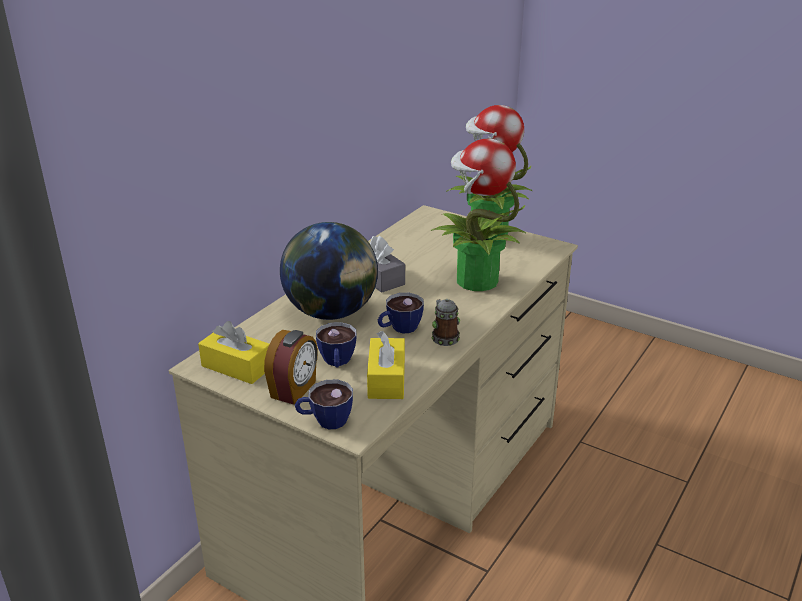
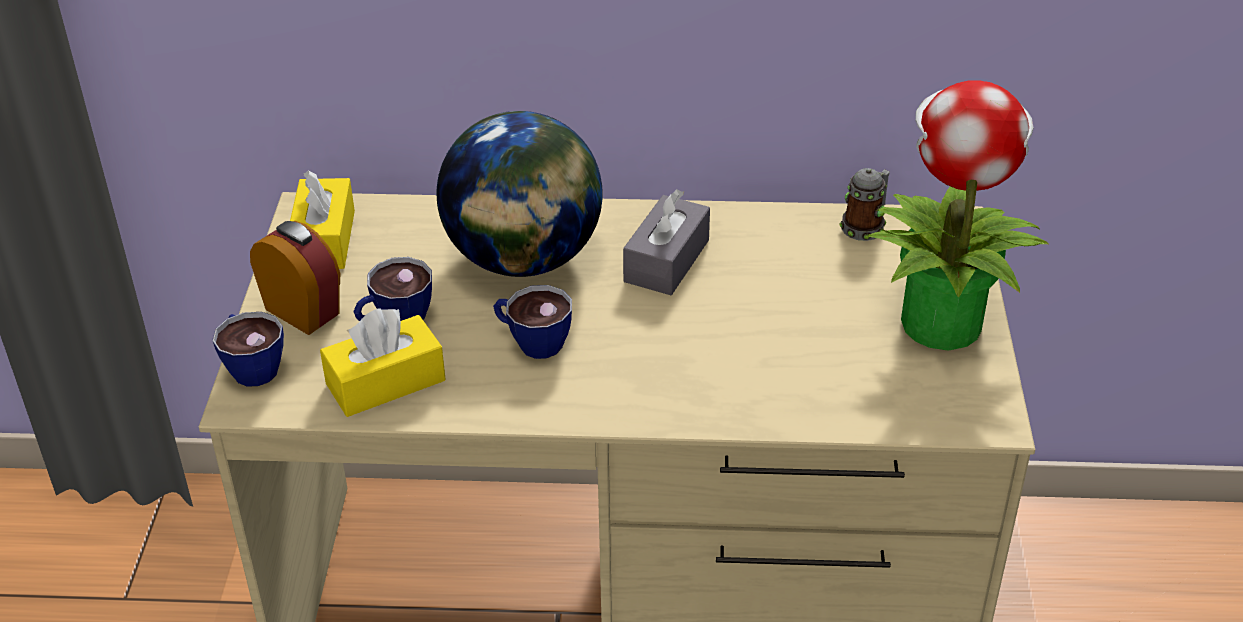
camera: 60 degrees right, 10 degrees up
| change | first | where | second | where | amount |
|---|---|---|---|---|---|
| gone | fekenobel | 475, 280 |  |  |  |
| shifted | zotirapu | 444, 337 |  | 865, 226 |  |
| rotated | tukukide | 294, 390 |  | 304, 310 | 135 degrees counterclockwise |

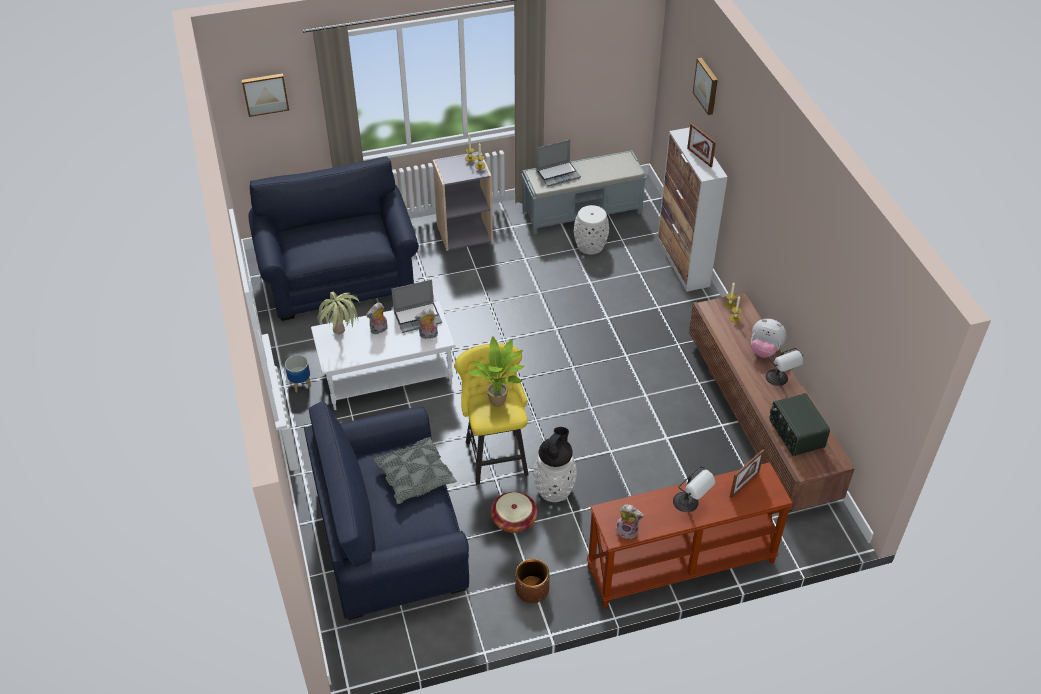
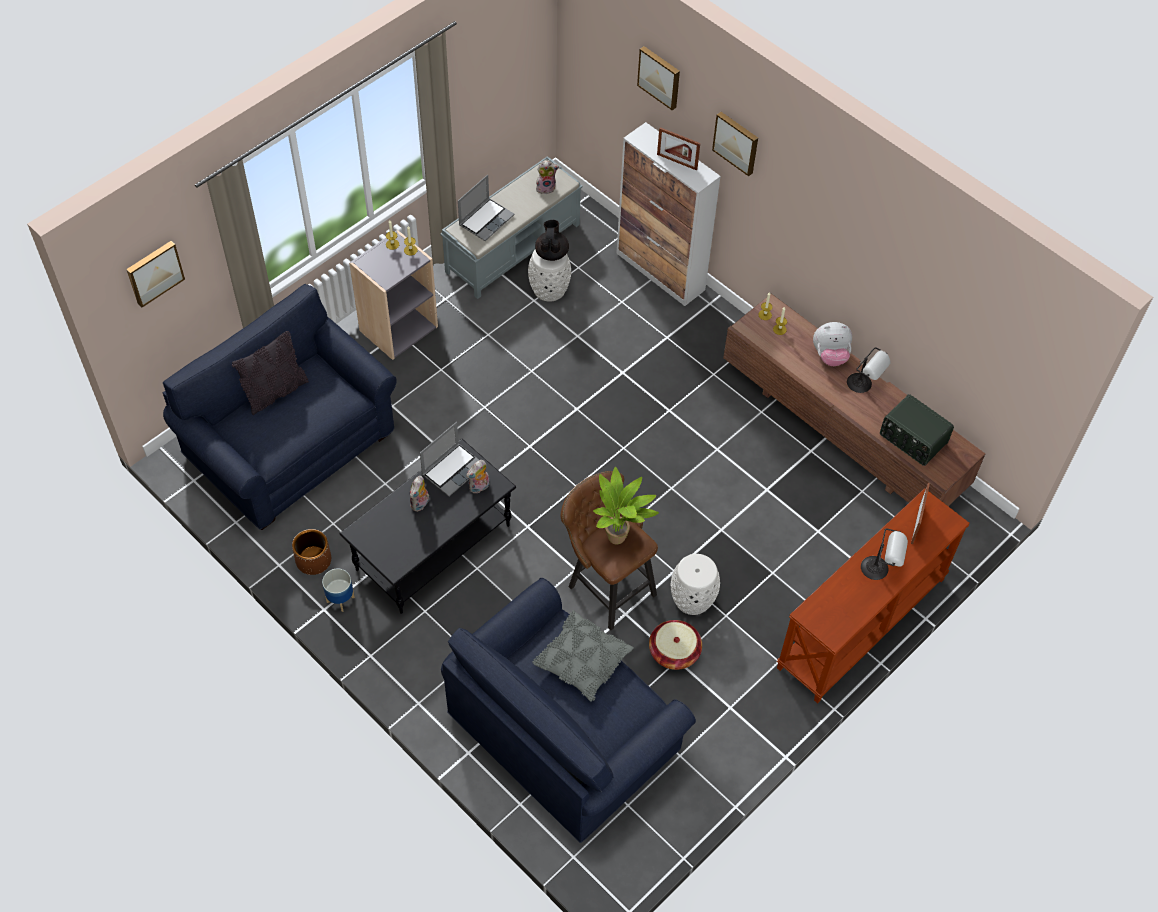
camera: 30 degrees left, 10 degrees up
| change | first | where | second | where | amount |
|---|---|---|---|---|---|
| gone | fekenobel | 342, 341 |  |  |  |
| new |  |  | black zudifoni | 275, 392 |  |
| new |  |  | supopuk | 736, 142 |  |
| shifted | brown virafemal | 532, 589 |  | 313, 560 |  |
| shifted | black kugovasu | 555, 458 |  | 551, 253 |  |
| shifted | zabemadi | 628, 531 |  | 546, 187 |  |
| repainted | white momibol | 388, 376 | black momibol | 433, 546 |  |
| repainted | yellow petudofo | 495, 451 | brown petudofo | 605, 583 |  |

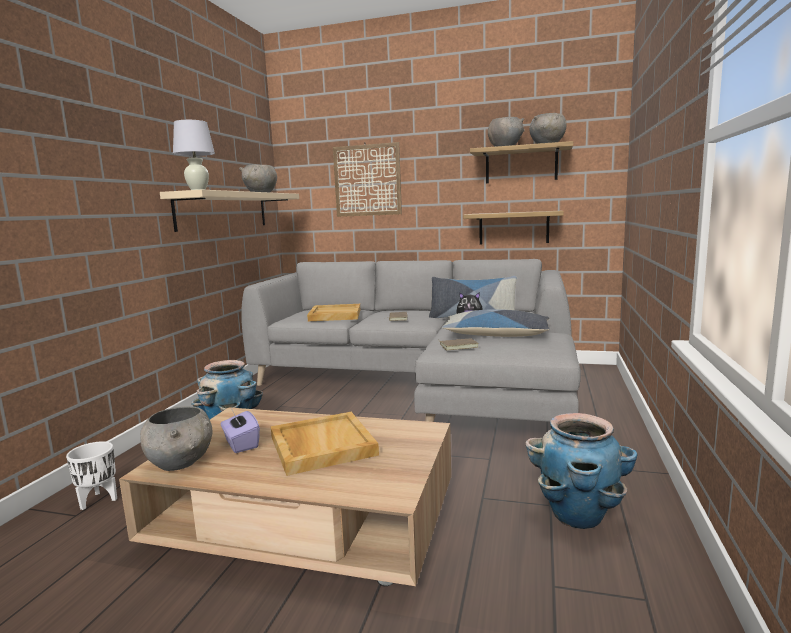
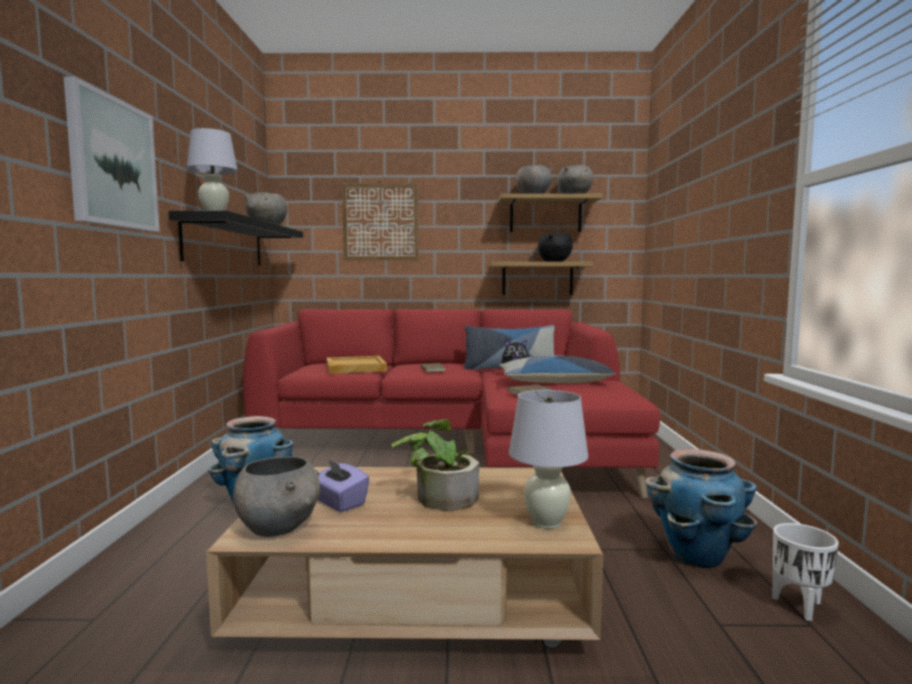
camera: 15 degrees left, 5 degrees down
| change | first | where | second | where | amount |
|---|---|---|---|---|---|
| new |  |  | supopuk | 112, 163 |  |
| new |  |  | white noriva | 546, 522 |  |
| new |  |  | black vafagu | 555, 261 |  |
| shifted | white virafemal | 99, 500 |  | 800, 606 |  |
| swapped | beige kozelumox | 321, 445 | fekenobel | 439, 497 |  |
| repainted | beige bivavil | 223, 211 | black bivavil | 225, 243 |  |
| repainted | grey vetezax | 424, 383 | red vetezax | 457, 443 |  |

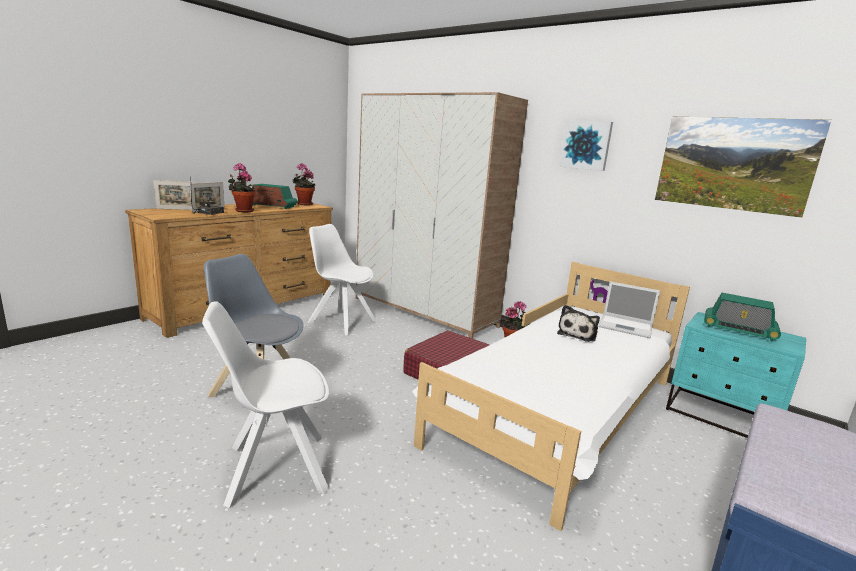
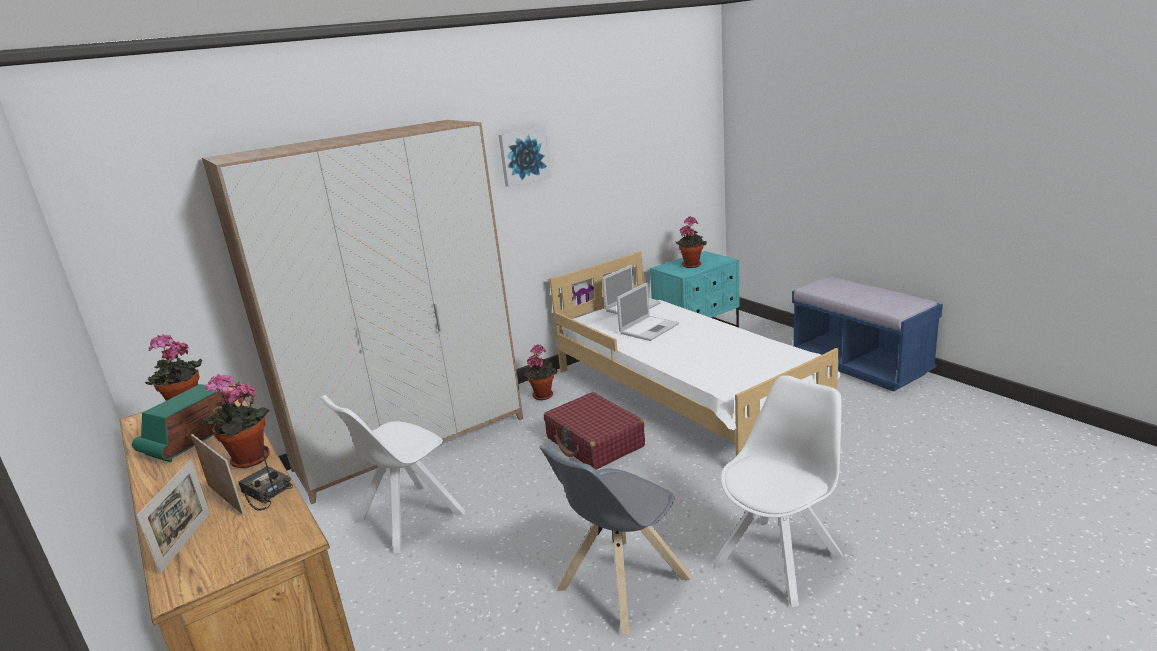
camera: 70 degrees left, 5 degrees up
| change | first | where | second | where | amount |
|---|---|---|---|---|---|
| gone | supopuk | 727, 186 |  |  |  |
| swapped | zabemadi | 578, 334 | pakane | 649, 328 |  |
| swapped | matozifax | 738, 330 | fekenobel | 691, 264 |  |
| rotated | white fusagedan | 274, 469 |  | 780, 558 | 135 degrees counterclockwise |

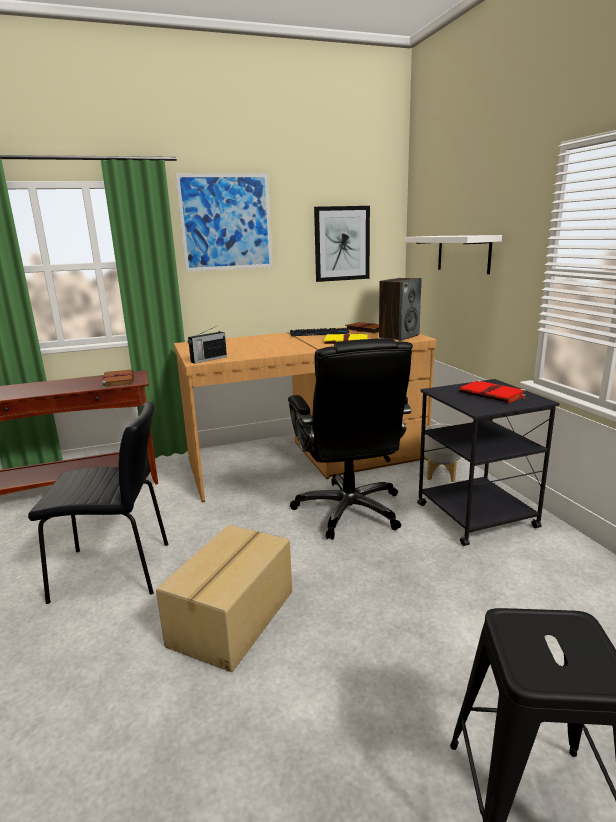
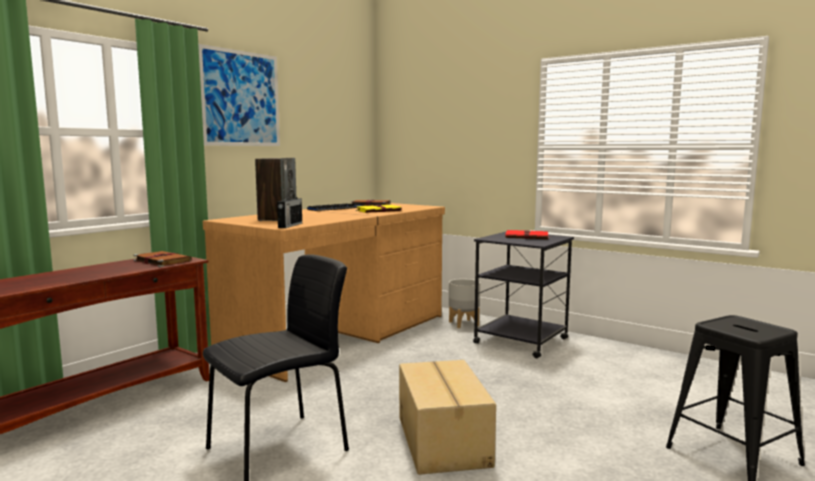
camera: 35 degrees left, 10 degrees down
| change | first | where | second | where | amount |
|---|---|---|---|---|---|
| gone | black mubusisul | 349, 509 |  |  |  |
| gone | supopuk | 342, 244 |  |  |  |
| gone | white bivavil | 463, 253 |  |  |  |
| shifted | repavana | 399, 336 |  | 277, 219 |  |

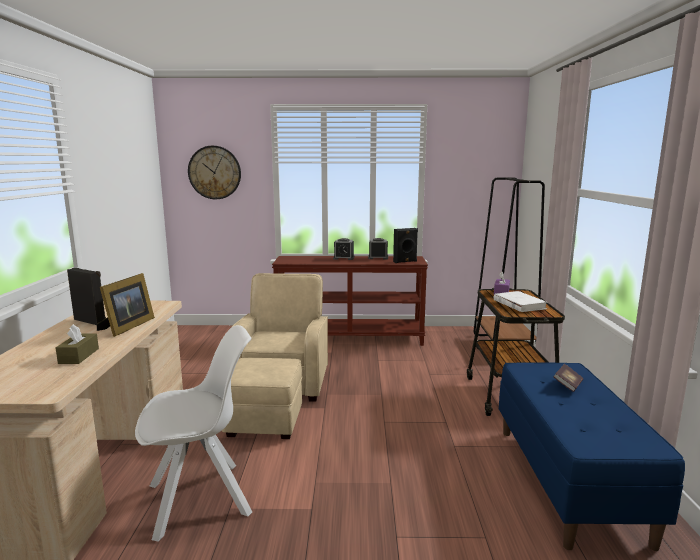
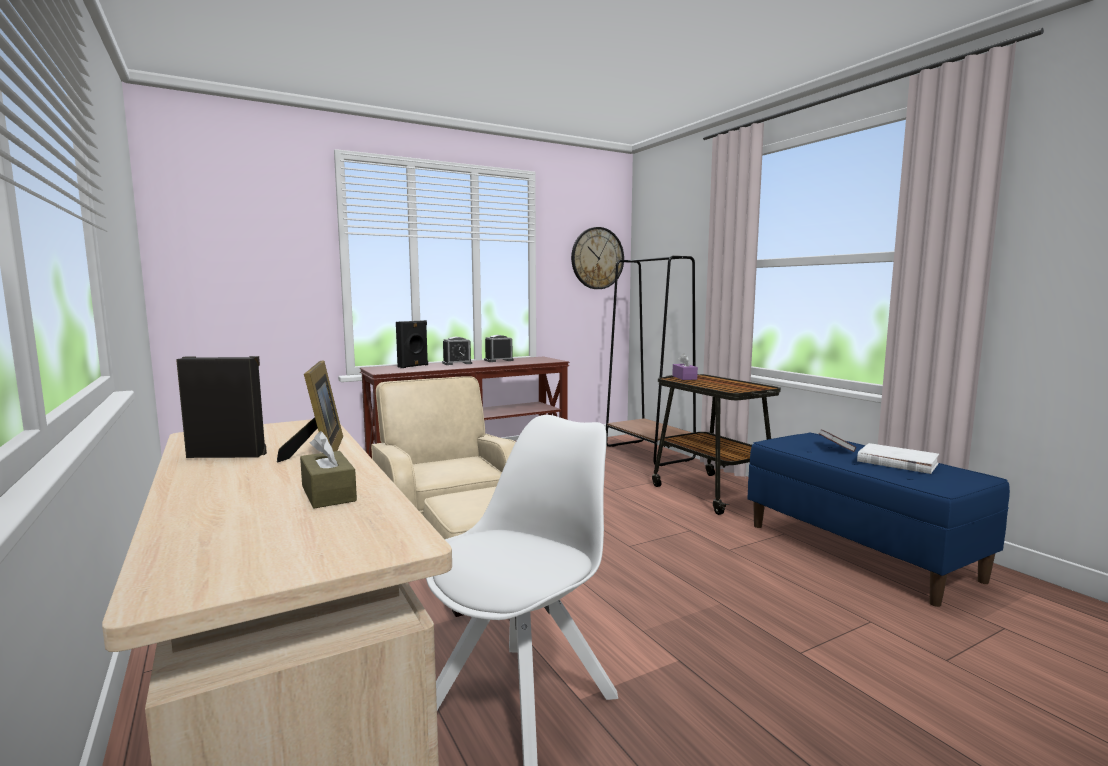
camera: 30 degrees left, 5 degrees down
| change | first | where | second | where | amount |
|---|---|---|---|---|---|
| shifted | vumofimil | 214, 172 |  | 597, 258 |  |
| shifted | black repavana | 405, 261 |  | 413, 366 |  |
| shifted | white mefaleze | 519, 304 |  | 896, 462 |  |

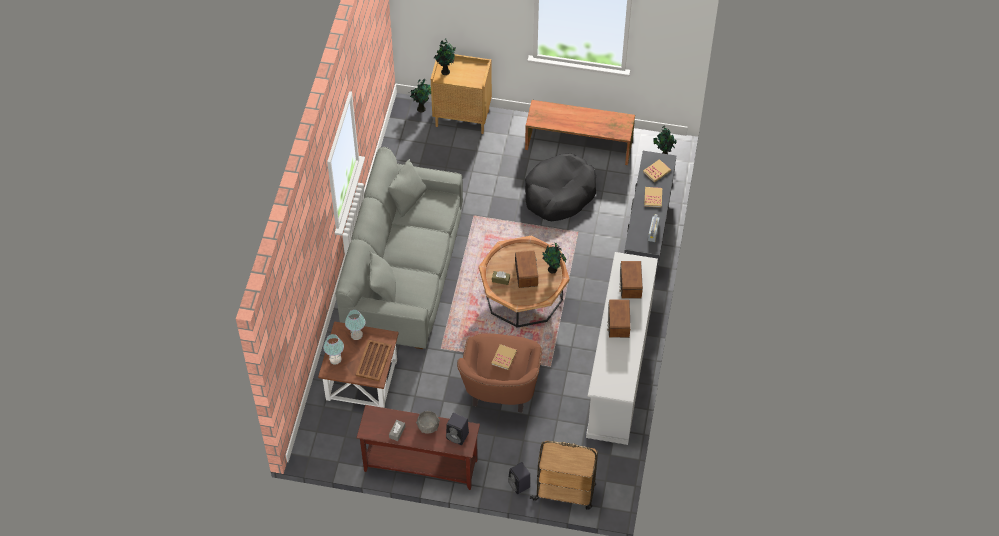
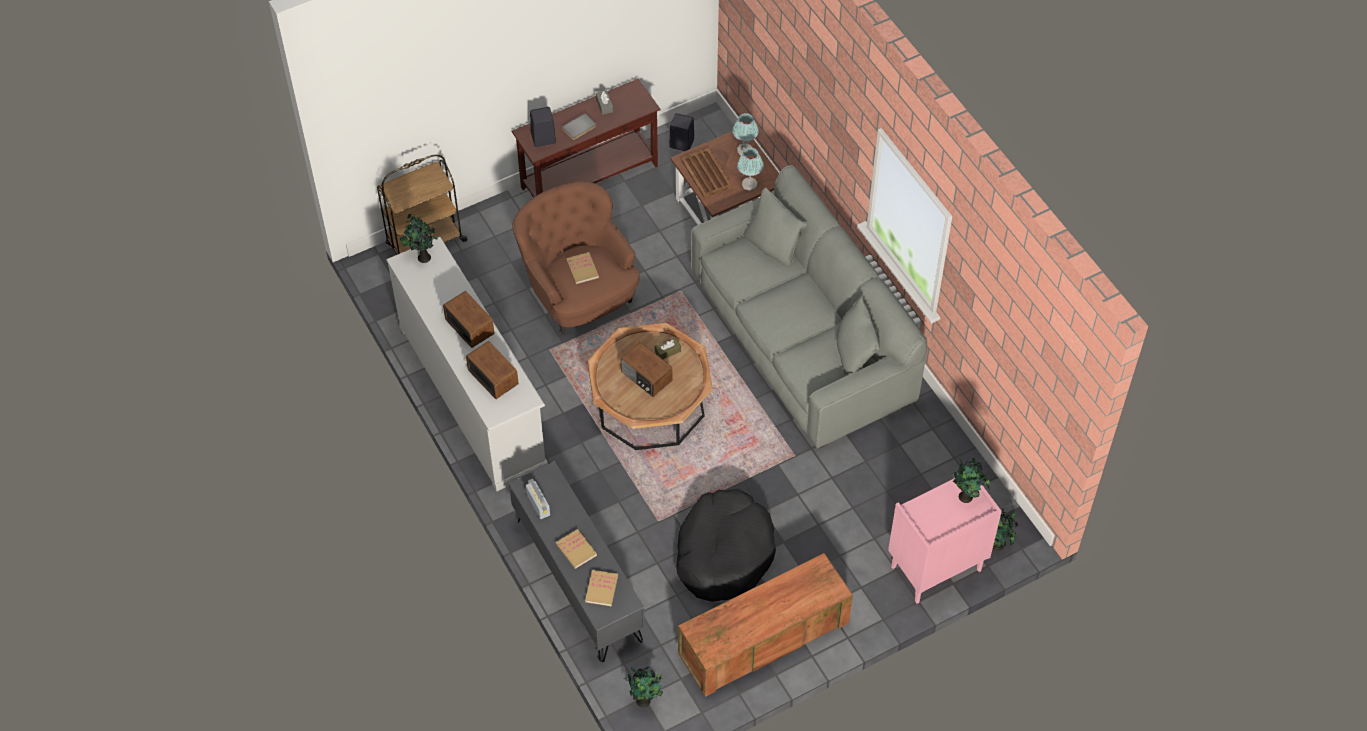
camera: 140 degrees right, 0 degrees up
| change | first | where | second | where | amount |
|---|---|---|---|---|---|
| shifted | black repavana | 519, 485 |  | 680, 143 |  |
| shifted | fekenobel | 553, 270 |  | 423, 257 |  |
| swapped | grey vafagu | 428, 426 | grey mefaleze | 580, 128 |  |
| repainted | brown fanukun | 462, 118 | pink fanukun | 935, 568 |  |

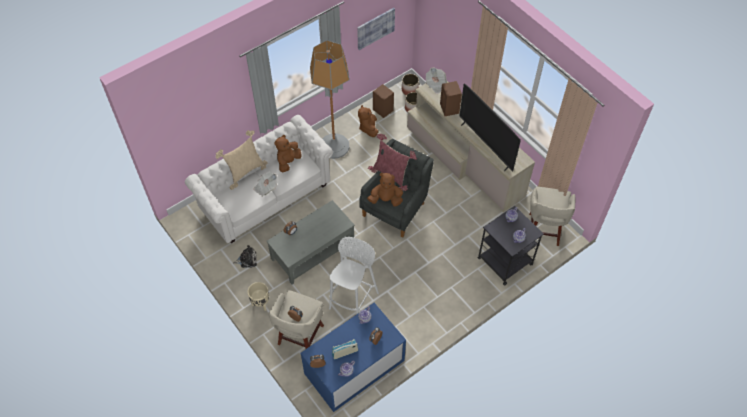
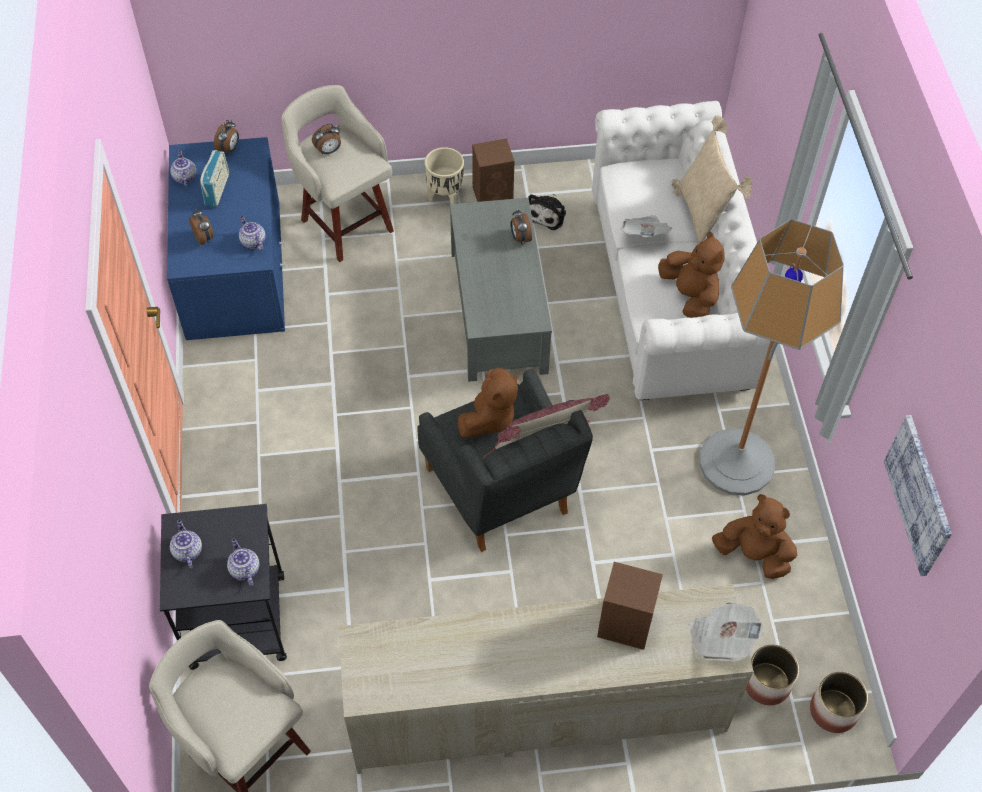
camera: 120 degrees right, 0 degrees up
| change | first | where | second | where | amount |
|---|---|---|---|---|---|
| gone | white petudofo | 352, 298 |  |  |  |
| gone | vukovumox | 486, 145 |  |  |  |
| shifted | brown repavana | 382, 109 |  | 493, 195 |  |

